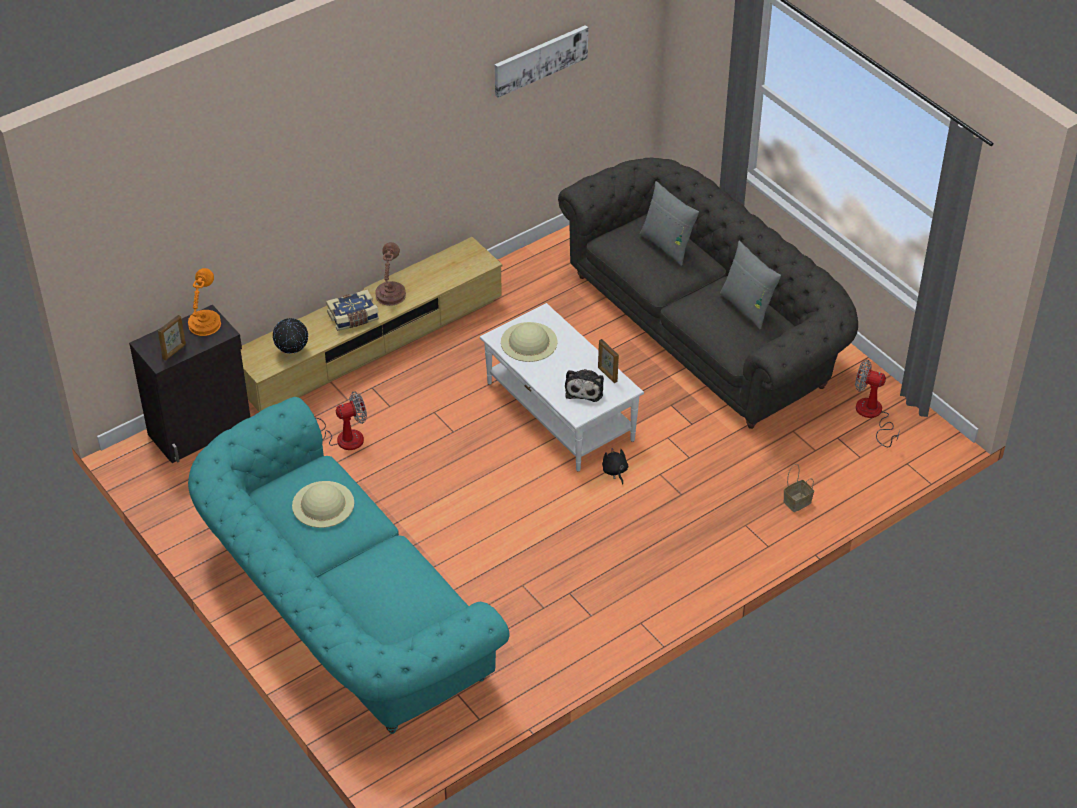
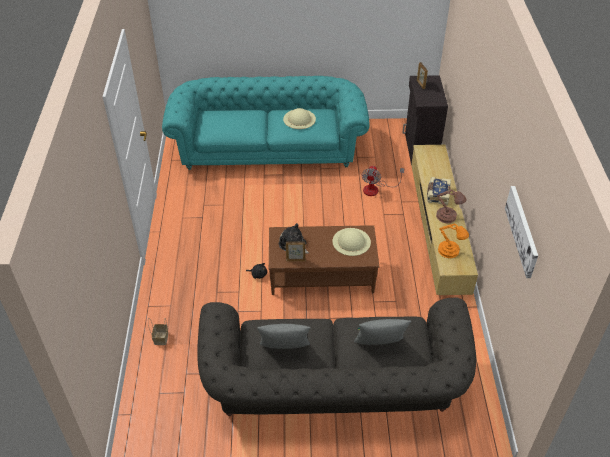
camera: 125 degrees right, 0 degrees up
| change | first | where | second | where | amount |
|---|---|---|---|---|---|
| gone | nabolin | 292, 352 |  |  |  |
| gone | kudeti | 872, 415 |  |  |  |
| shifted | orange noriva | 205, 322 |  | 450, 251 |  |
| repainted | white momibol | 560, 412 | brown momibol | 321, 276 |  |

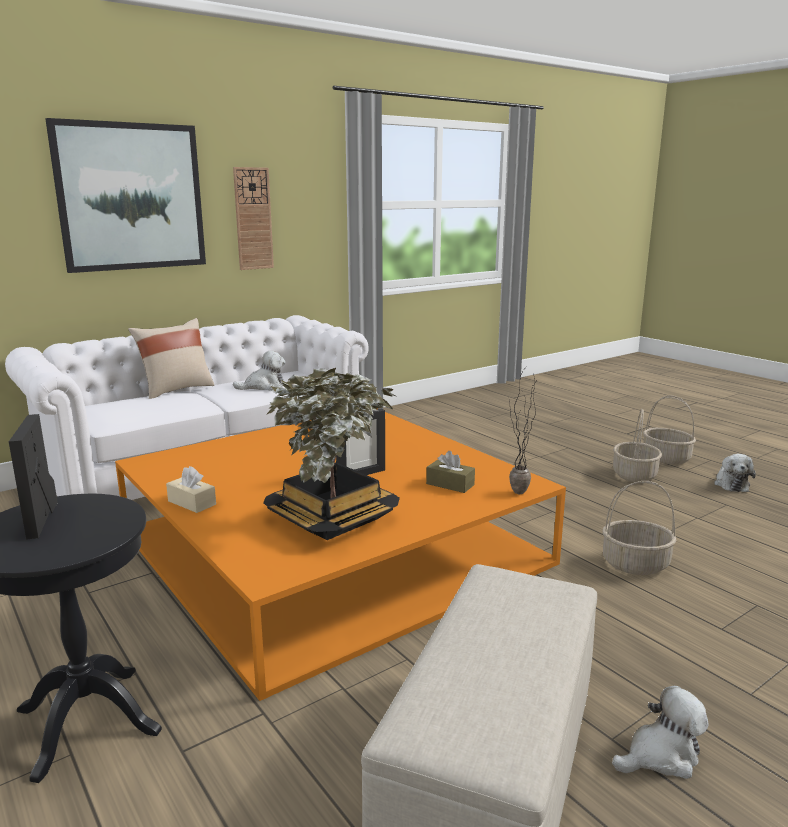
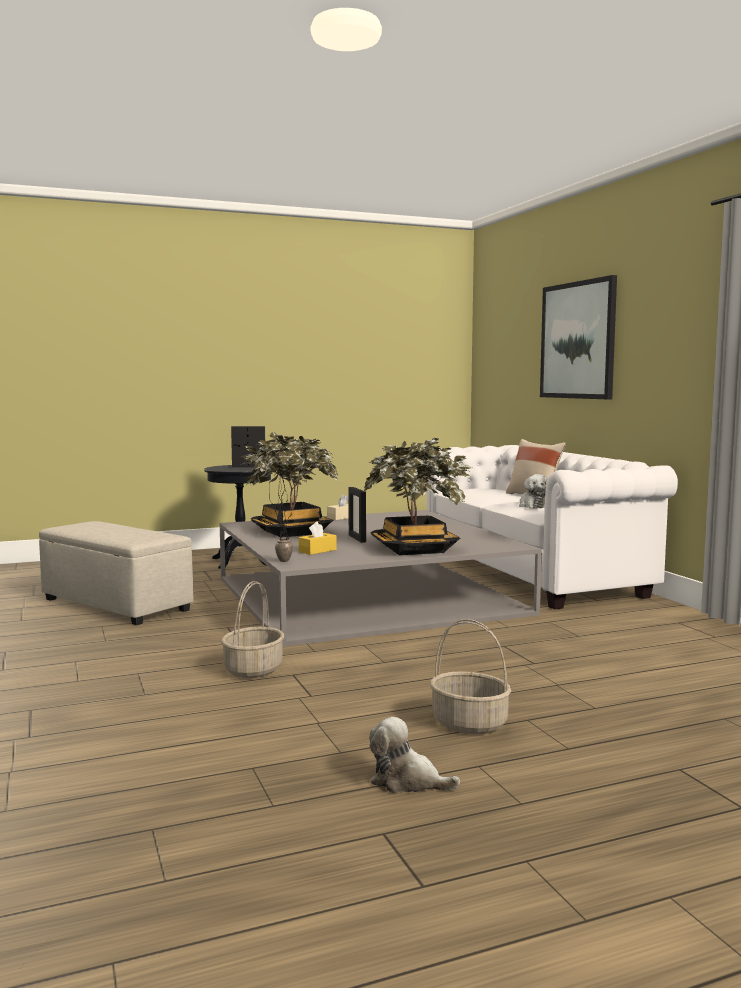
camera: 105 degrees right, 10 degrees down
| change | first | where | second | where | amount |
|---|---|---|---|---|---|
| gone | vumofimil | 253, 219 |  |  |  |
| gone | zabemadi | 661, 755 |  |  |  |
| gone | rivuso | 666, 458 |  |  |  |
| new |  |  | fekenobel | 414, 549 |  |
| repainted | orange momibol | 332, 546 | grey momibol | 368, 596 |  |
| repainted | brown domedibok | 450, 484 | yellow domedibok | 317, 551 |  |

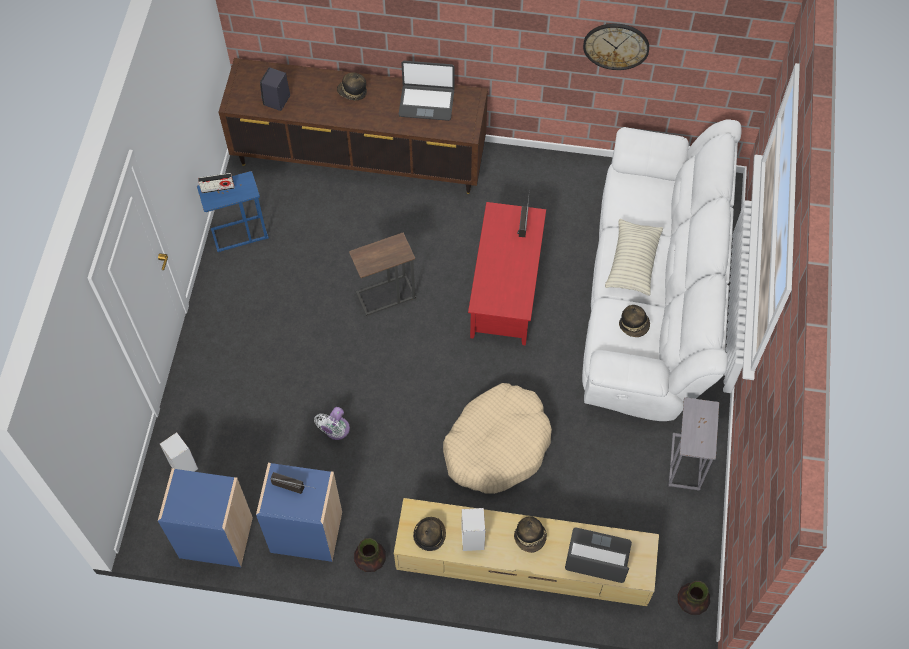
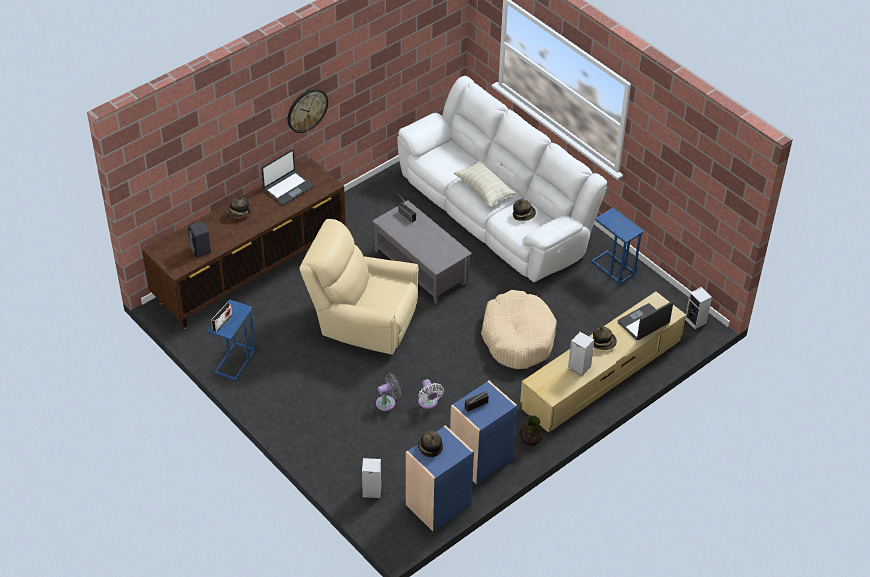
camera: 50 degrees left, 15 degrees down
| change | first | where | second | where | amount |
|---|---|---|---|---|---|
| new |  |  | grey kudeti | 387, 402 |  |
| shifted | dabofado | 429, 535 |  | 429, 447 |  |
| shifted | vumofimil | 616, 45 |  | 307, 110 |  |
| swapped | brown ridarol | 386, 295 | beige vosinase | 362, 321 |  |
| swapped | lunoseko | 691, 603 | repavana | 696, 321 |  |
| repainted | red momibol | 507, 288 | grey momibol | 422, 267 |  |
| repainted | grey ridarol | 686, 462 | blue ridarol | 613, 268 |  |

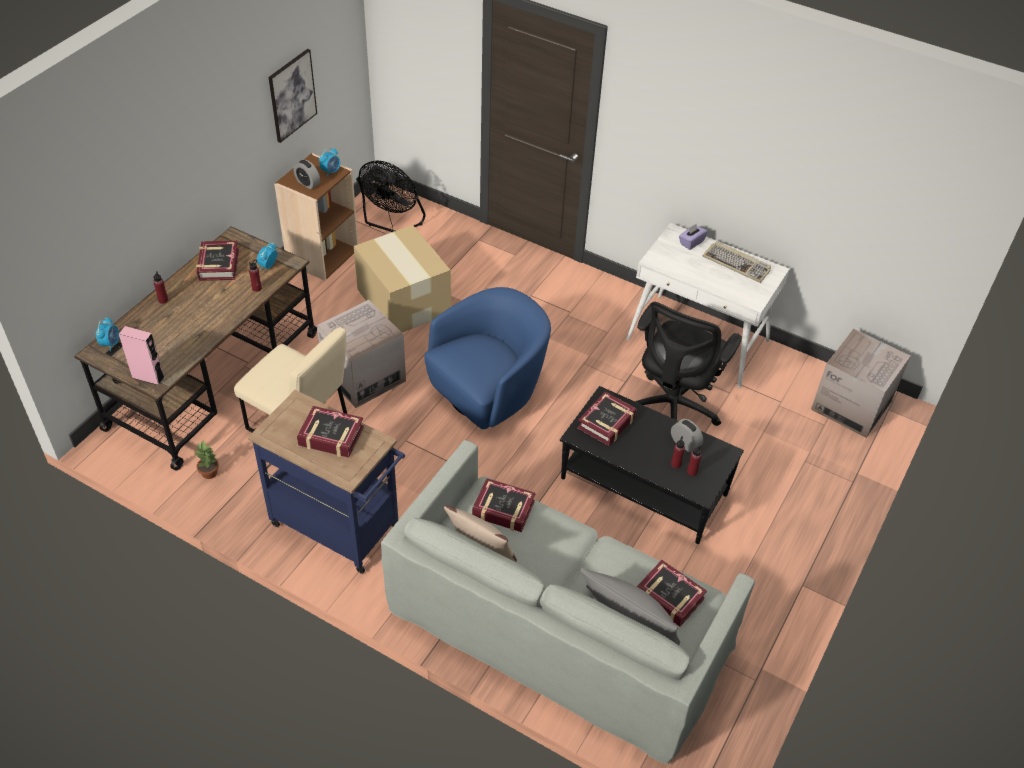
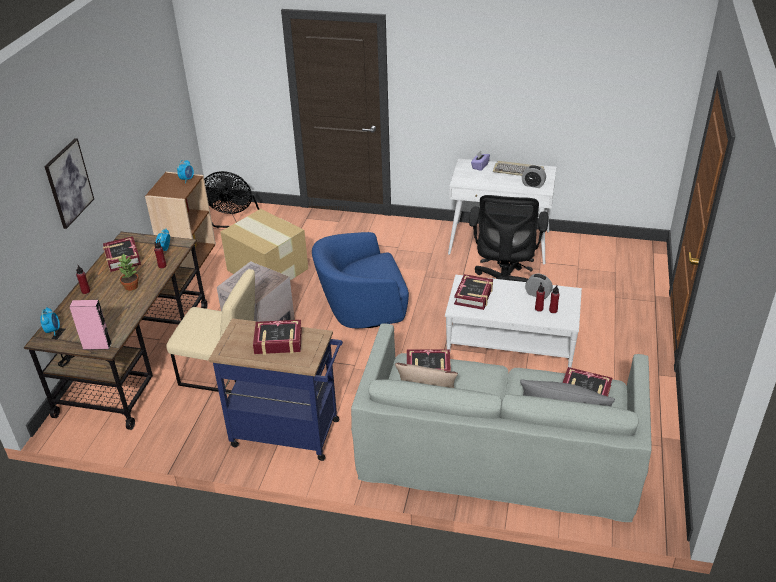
camera: 15 degrees left, 10 degrees down
| change | first | where | second | where | amount |
|---|---|---|---|---|---|
| gone | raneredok | 851, 405 |  |  |  |
| shifted | fekenobel | 210, 473 |  | 131, 286 |  |
| shifted | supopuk | 292, 95 |  | 69, 183 |  |
| shifted | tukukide | 307, 183 |  | 533, 185 |  |
| repainted | black momibol | 642, 486 | white momibol | 510, 343 |  |
| rotated | blue vosinase | 488, 391 |  | 362, 311 | 135 degrees counterclockwise |

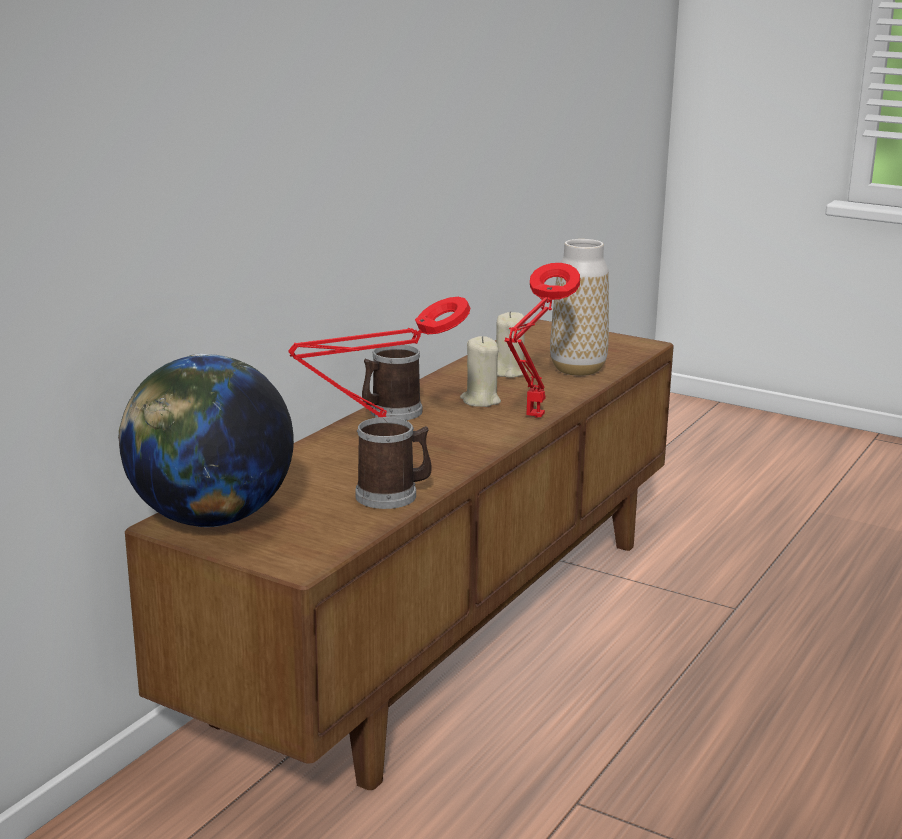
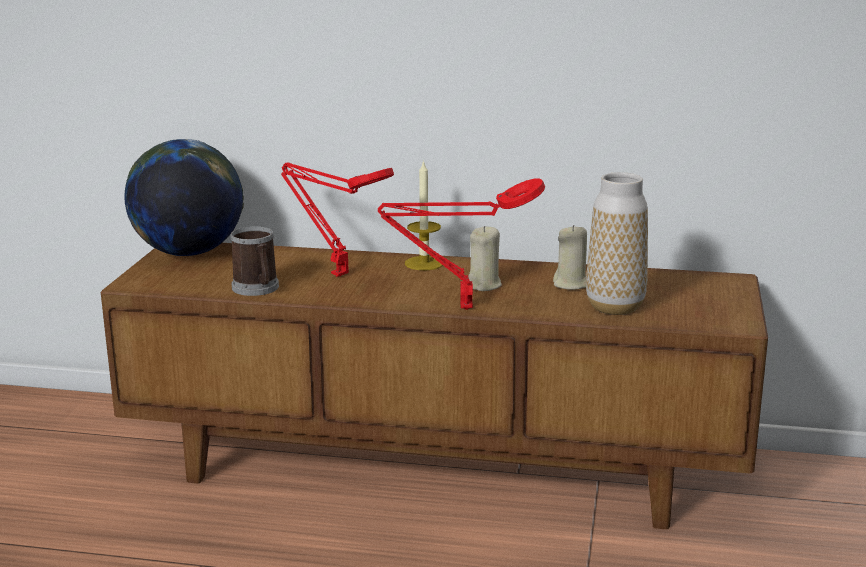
camera: 70 degrees right, 0 degrees up
| change | first | where | second | where | amount |
|---|---|---|---|---|---|
| swapped | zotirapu | 391, 413 | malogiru | 424, 263 |  |

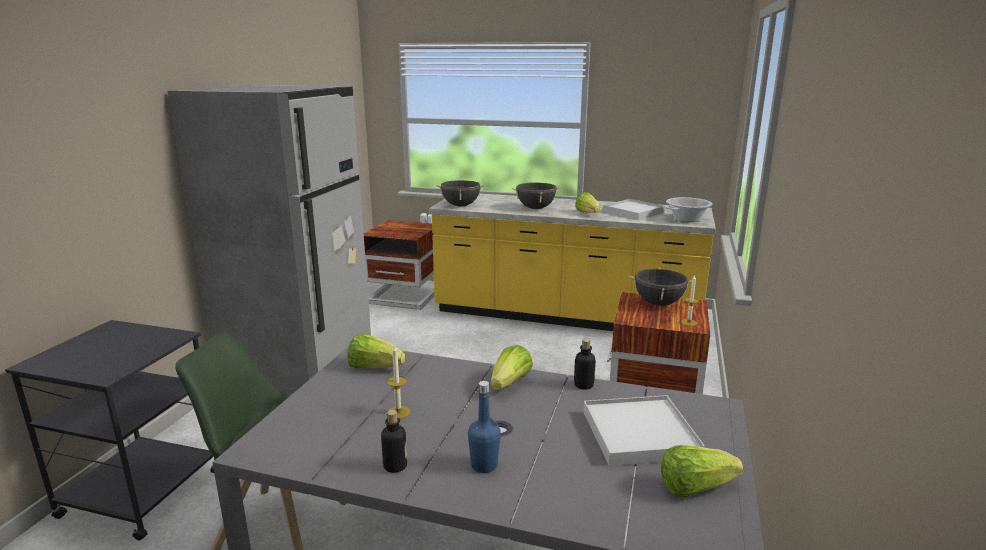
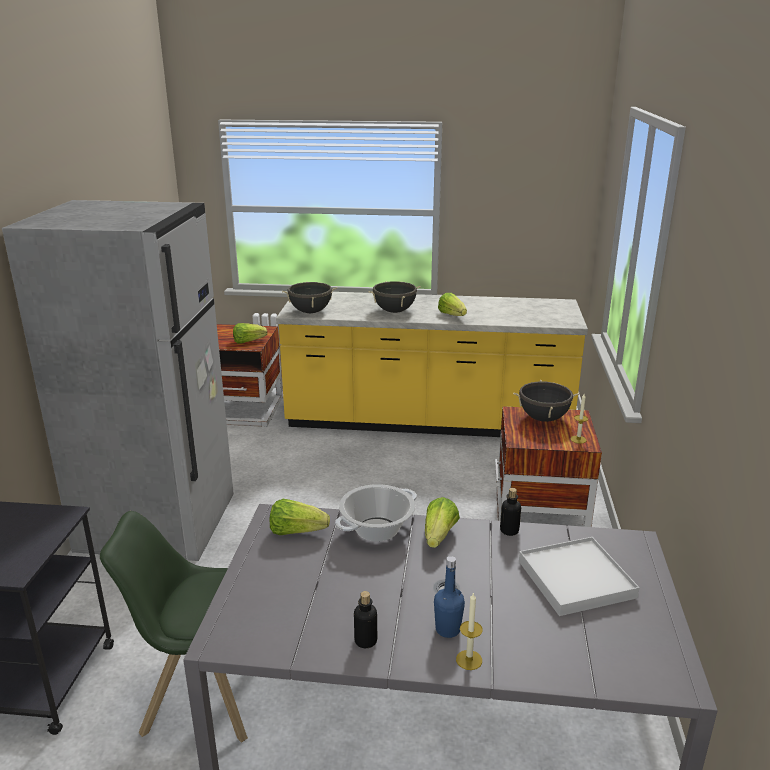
camera: 10 degrees left, 5 degrees up
| change | first | where | second | where | amount |
|---|---|---|---|---|---|
| gone | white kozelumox | 633, 212 |  |  |  |
| shifted | malogiru | 398, 412 |  | 469, 660 |  |
| shifted | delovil | 694, 487 |  | 248, 341 |  |
| shifted | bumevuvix | 687, 219 |  | 376, 529 |  |

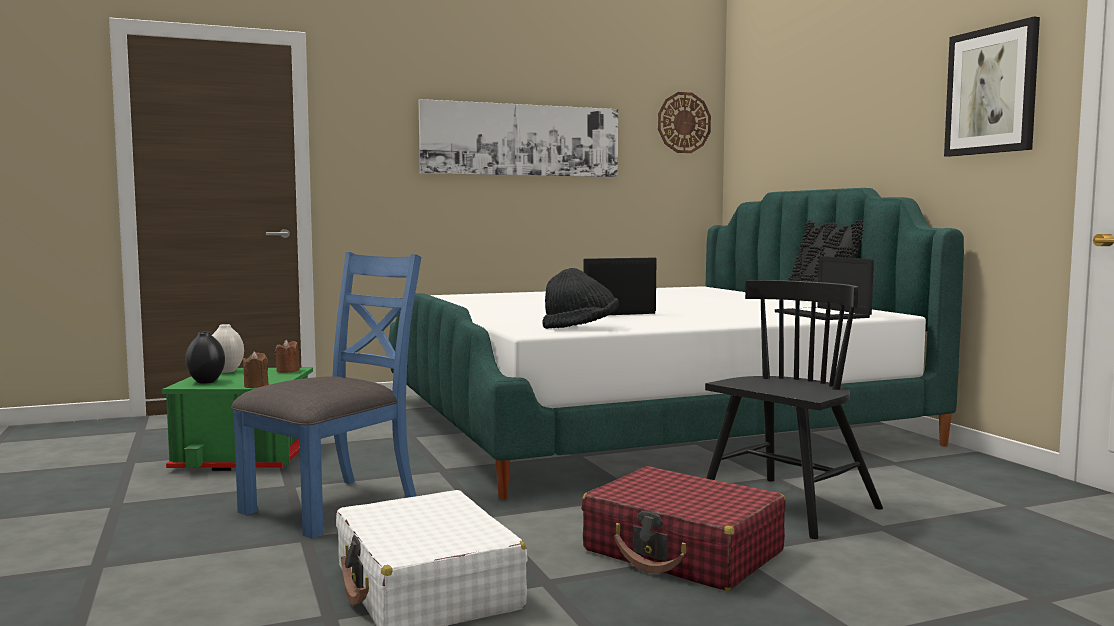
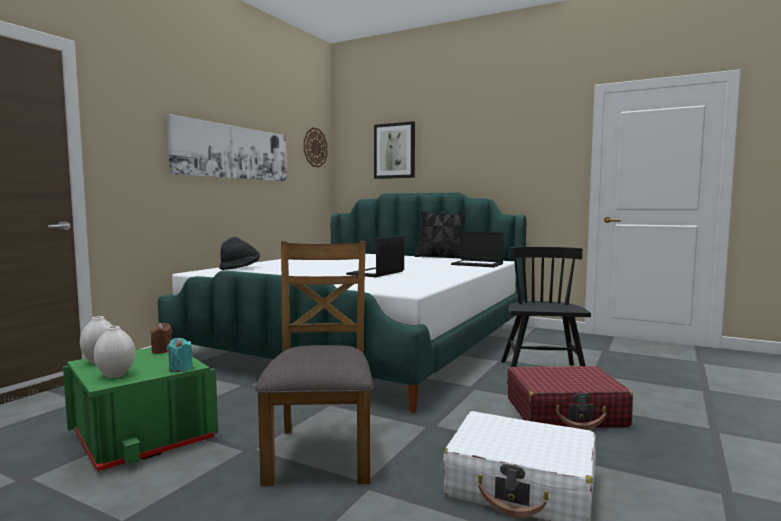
camera: 40 degrees left, 0 degrees up
| change | first | where | second | where | amount |
|---|---|---|---|---|---|
| shifted | black dabofado | 581, 328 |  | 240, 268 |  |
| shifted | supopuk | 991, 91 |  | 394, 151 |  |
| repainted | black lunoseko | 206, 382 | white lunoseko | 116, 375 |  |
| repainted | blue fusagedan | 333, 505 | brown fusagedan | 321, 453 |  |
| repainted | brown malogiru | 256, 386 | turquoise malogiru | 180, 369 |  |

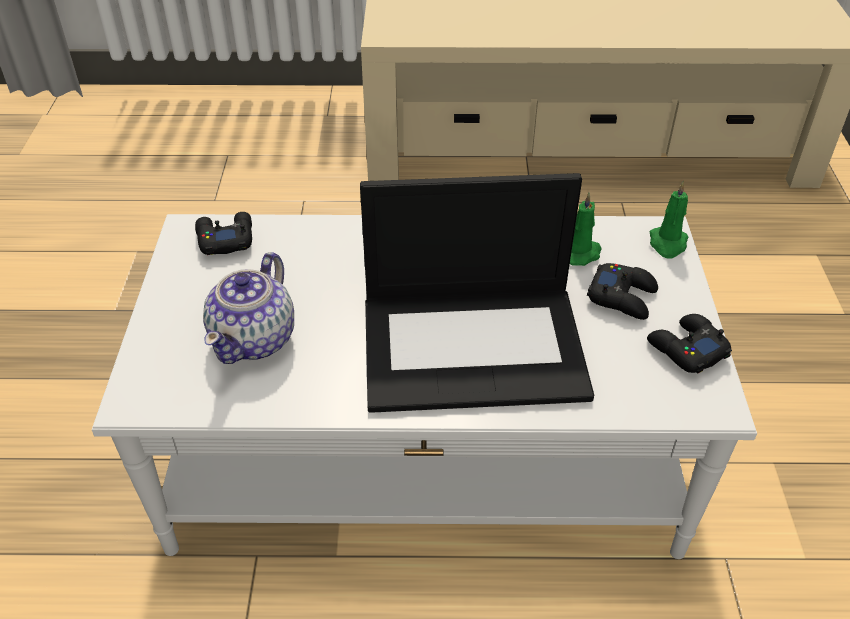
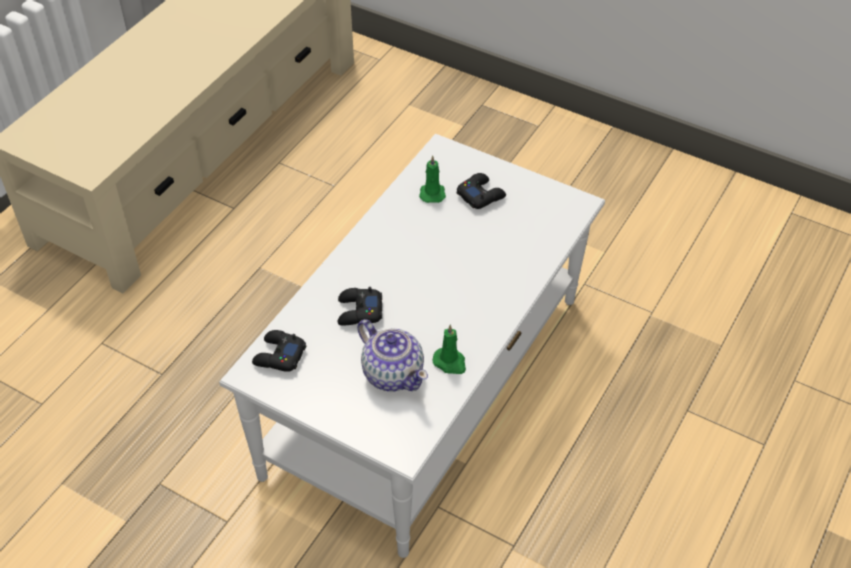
camera: 60 degrees left, 5 degrees up
| change | first | where | second | where | amount |
|---|---|---|---|---|---|
| gone | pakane | 475, 346 |  |  |  |
| shifted | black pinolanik | 686, 349 |  | 359, 311 |  |
| shifted | green malogiru | 667, 244 |  | 450, 362 |  |

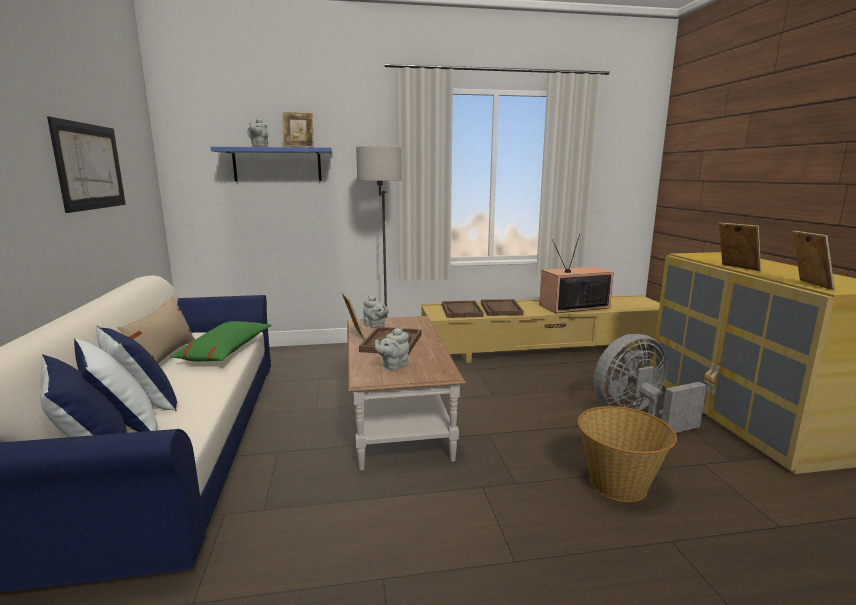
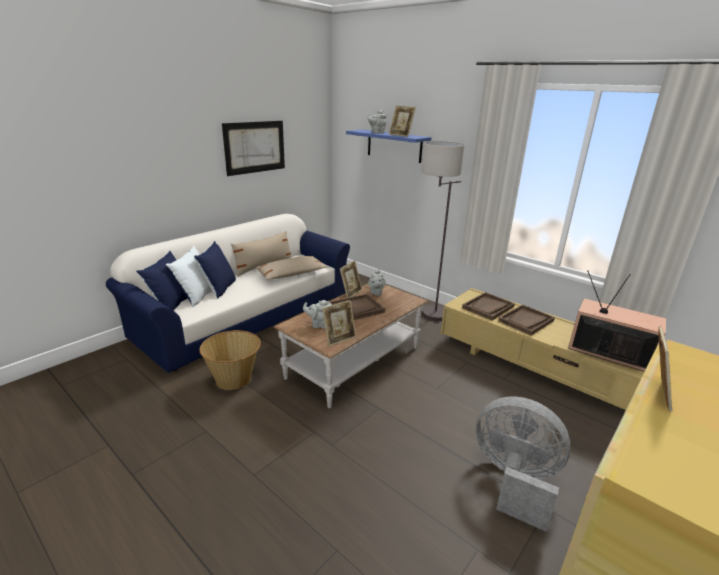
camera: 50 degrees right, 10 degrees up
| change | first | where | second | where | amount |
|---|---|---|---|---|---|
| shifted | rivuso | 619, 484 |  | 234, 379 |  |
| shifted | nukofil | 807, 285 |  | 339, 339 |  |
| repainted | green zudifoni | 226, 351 | beige zudifoni | 291, 274 |  |

